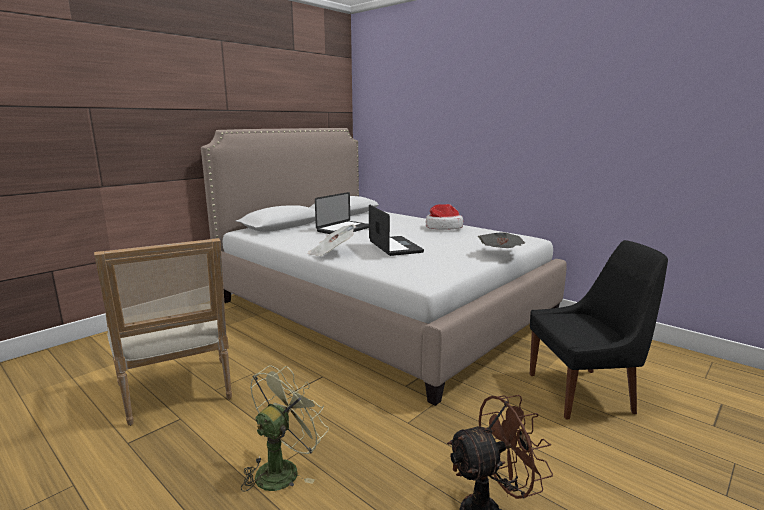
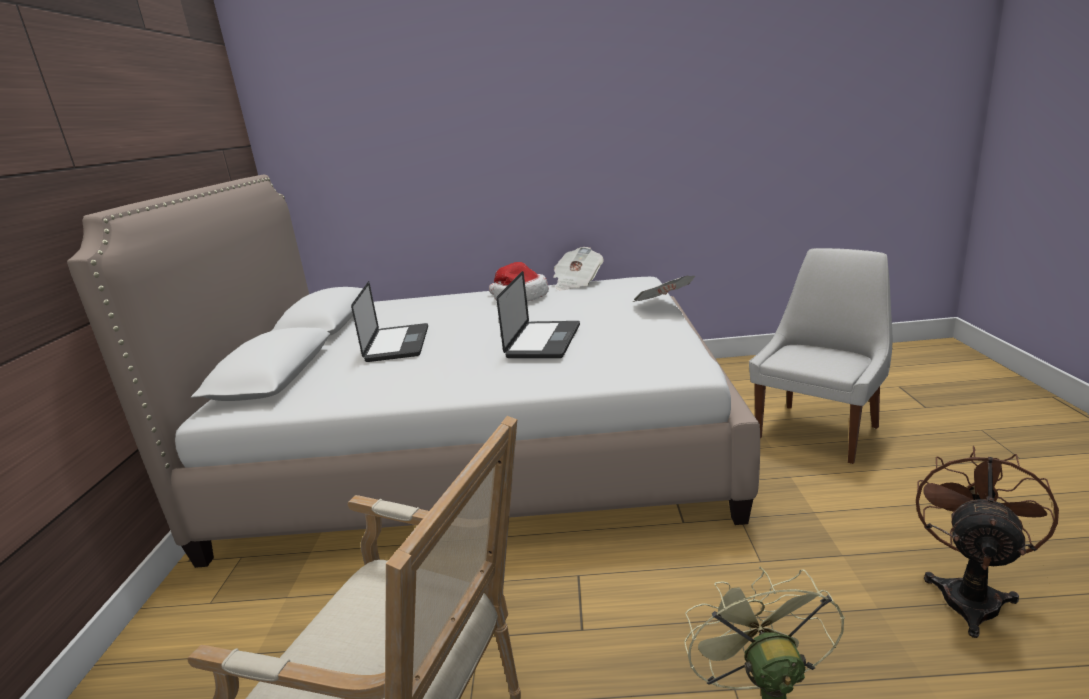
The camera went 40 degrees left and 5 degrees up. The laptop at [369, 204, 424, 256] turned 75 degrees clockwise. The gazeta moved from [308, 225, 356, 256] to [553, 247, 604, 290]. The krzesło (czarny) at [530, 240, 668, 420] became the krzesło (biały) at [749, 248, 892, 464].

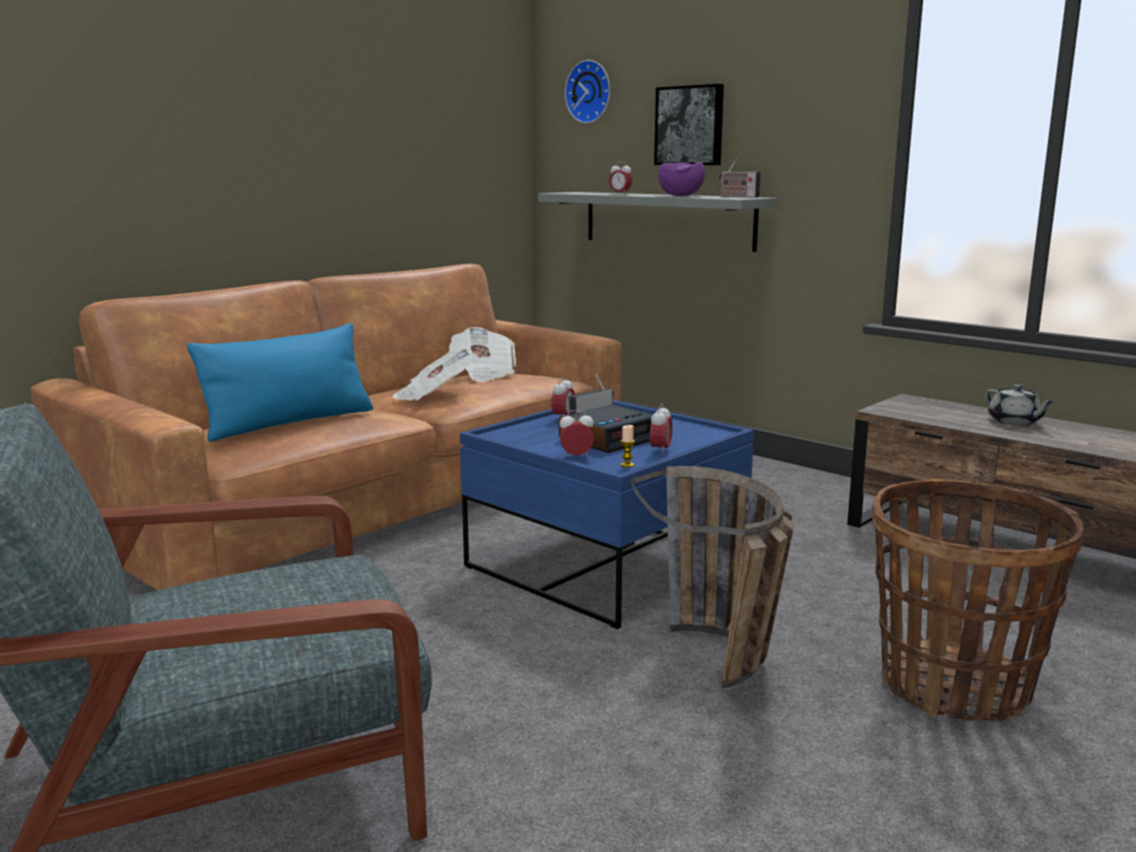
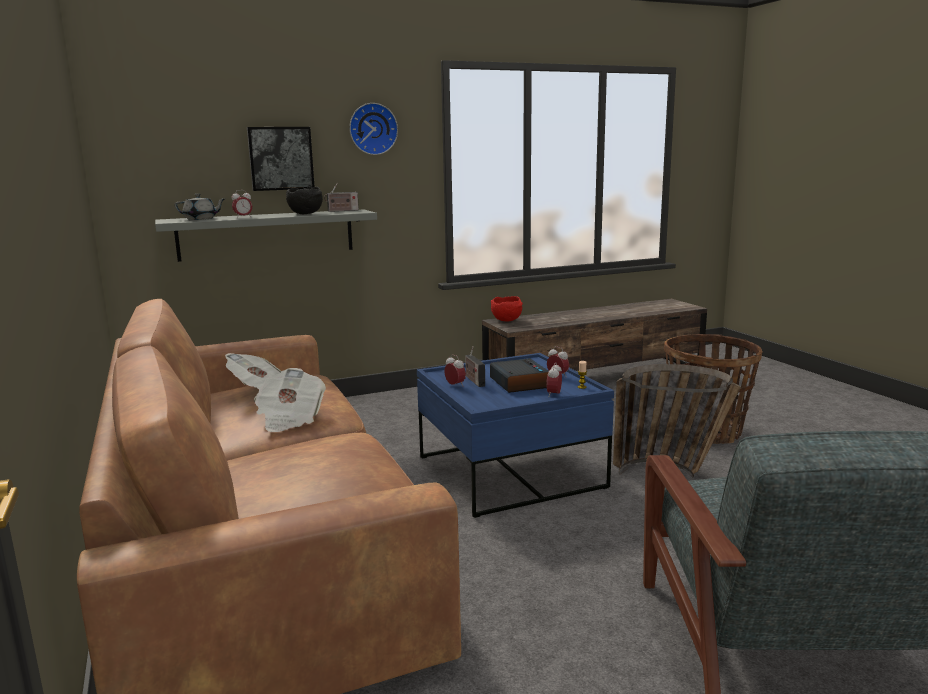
The camera went 65 degrees left and 0 degrees up. The zegar ścienny moved from [565, 60, 610, 123] to [349, 103, 398, 155]. The miska (fioletowy) at [658, 162, 705, 196] became the miska (czarny) at [286, 187, 323, 214]. The poduszka (niebieski) at [187, 323, 373, 442] disappeared. The imbryk (szary) moved from [985, 384, 1054, 426] to [174, 194, 224, 220]. The miska (czerwony) at [491, 296, 523, 321] appeared.

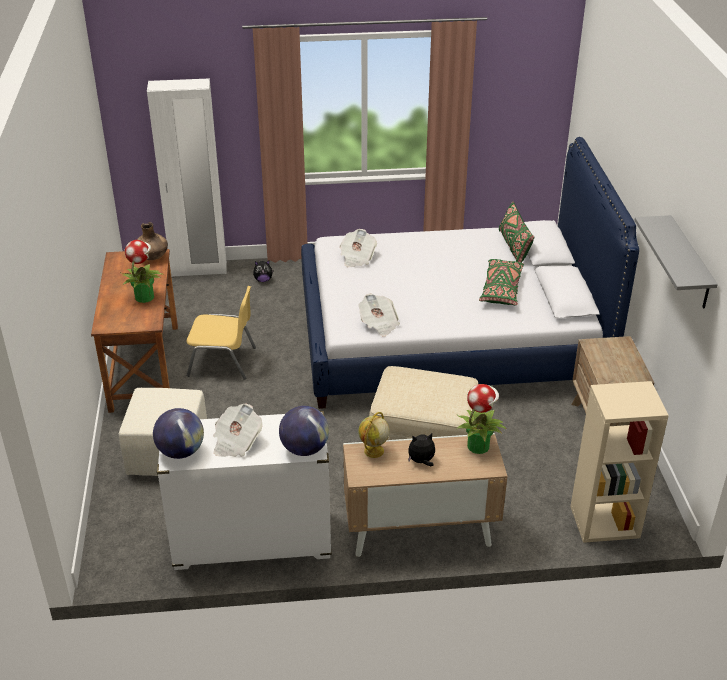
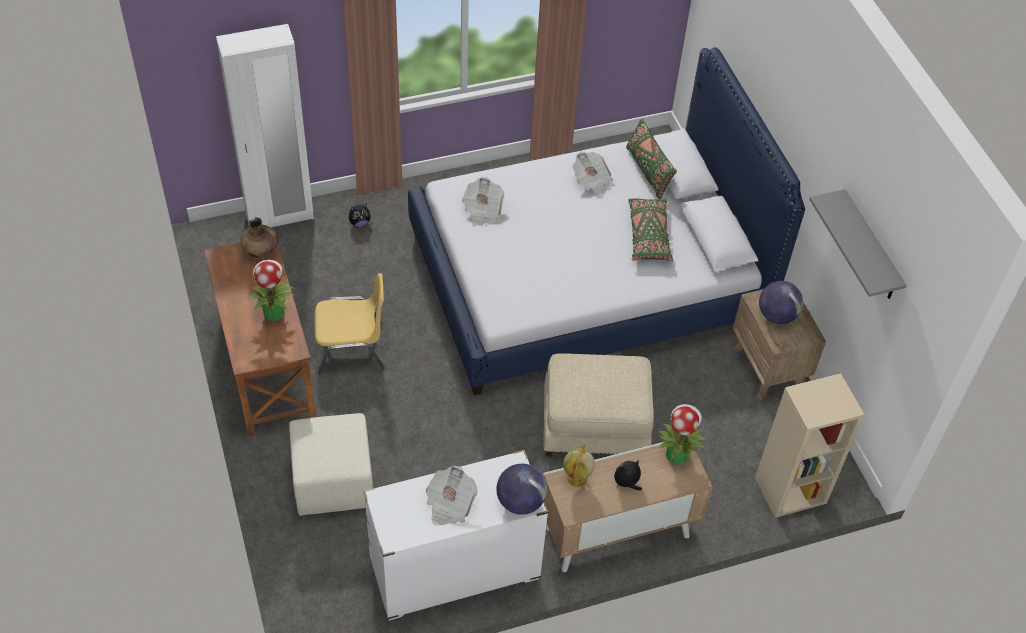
The camera went 15 degrees left and 15 degrees up. The gazeta moved from [358, 293, 400, 337] to [573, 151, 614, 196]. The globus moved from [153, 408, 204, 459] to [759, 281, 803, 324].

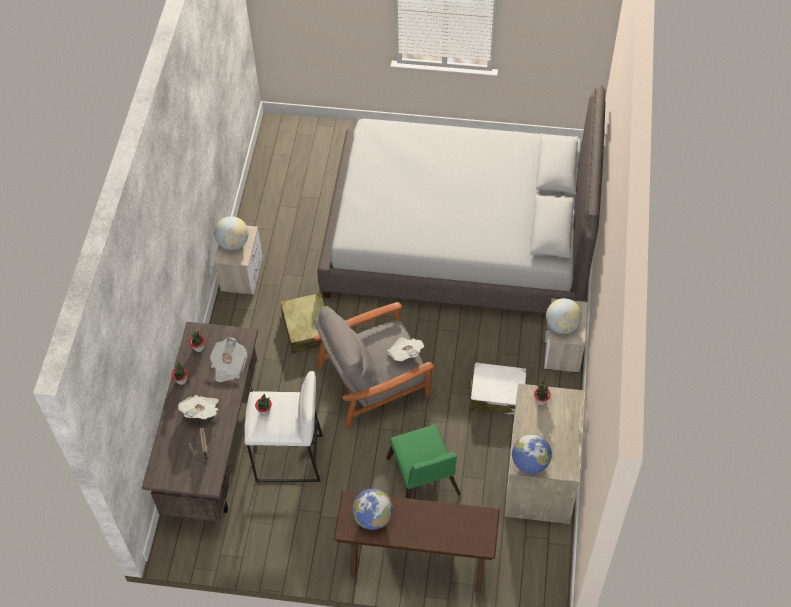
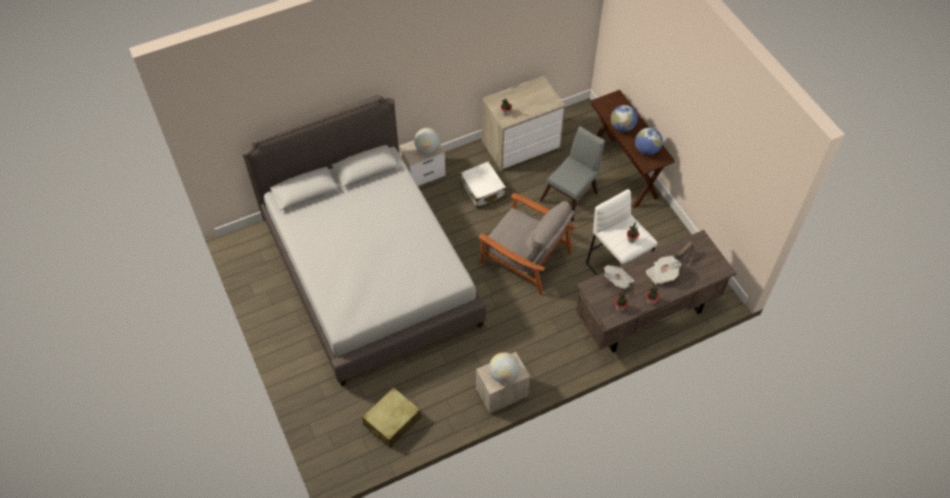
The camera went 125 degrees left and 0 degrees up. The walizka (beżowy) moved from [280, 293, 326, 354] to [362, 387, 421, 447]. The gazeta at [387, 337, 424, 361] disappeared. The krzesło (zielony) at [387, 424, 461, 499] became the krzesło (szary) at [539, 126, 605, 222]. The globus moved from [512, 434, 552, 474] to [611, 105, 638, 132].

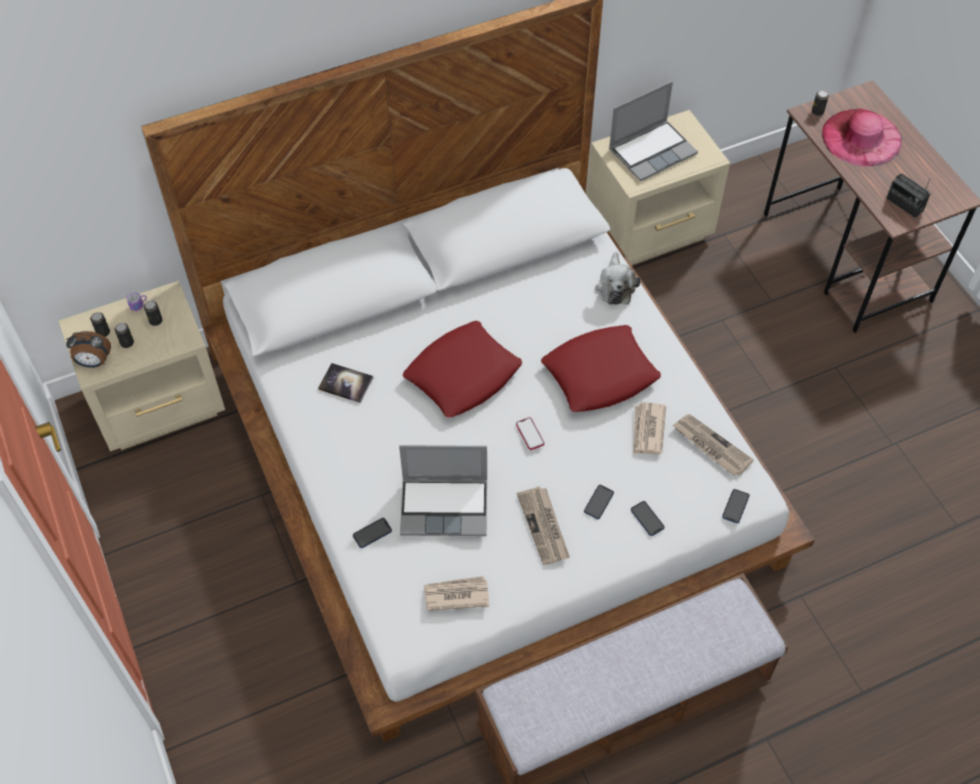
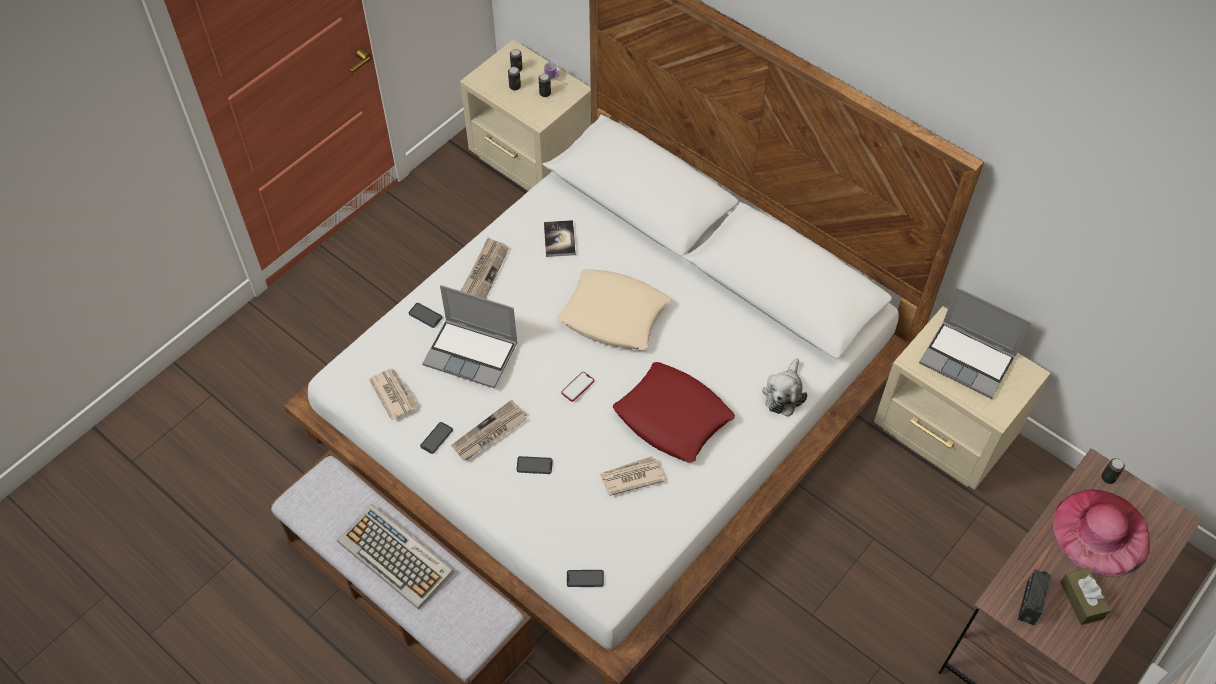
The camera went 65 degrees right and 0 degrees up. The pluszak at [595, 252, 640, 305] turned 45 degrees counterclockwise. The poduszka (czerwony) at [403, 321, 522, 418] became the poduszka (beżowy) at [557, 269, 671, 350]. The budzik at [66, 331, 111, 368] disappeared. The gazeta moved from [673, 414, 754, 476] to [461, 237, 509, 299]. The laptop at [399, 445, 487, 536] turned 45 degrees counterclockwise. The telefon moved from [631, 501, 664, 536] to [420, 422, 453, 454]. The klawiatura at [337, 504, 454, 610] appeared. The pudełko chusteczek (brązowy) at [1060, 568, 1111, 625] appeared.

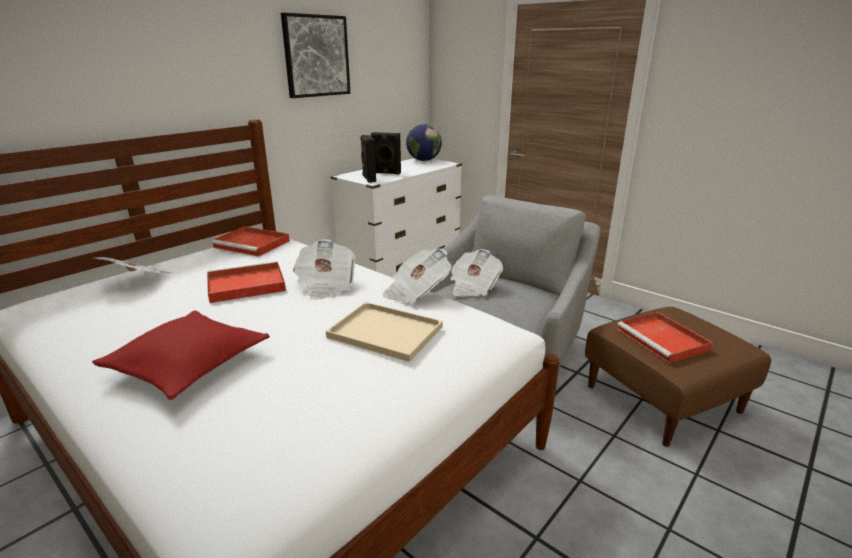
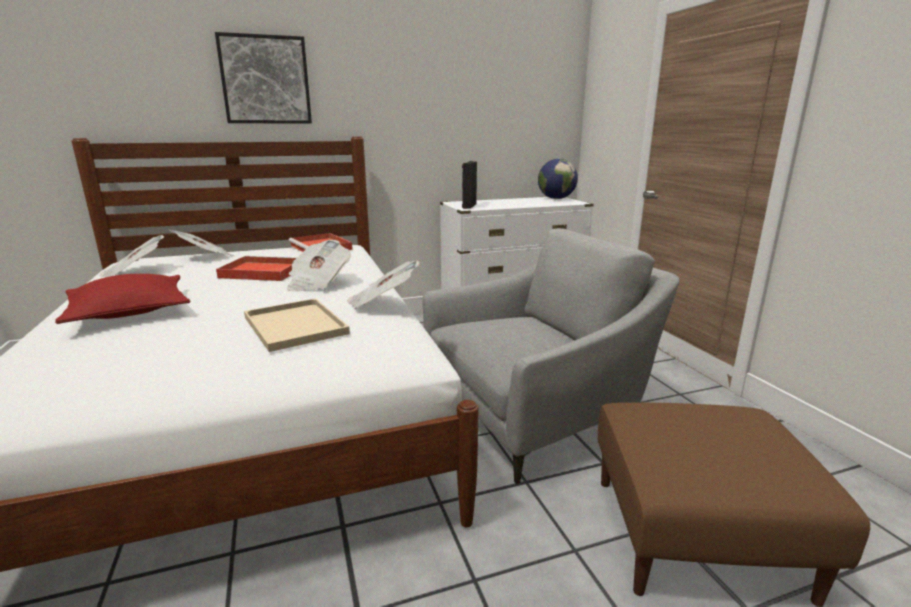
The camera went 30 degrees right and 5 degrees down. The obraz moved from [281, 13, 350, 98] to [215, 32, 312, 123]. The głośnik (czarny) at [371, 132, 401, 175] disappeared. The gazeta moved from [450, 249, 503, 297] to [99, 235, 164, 277]. The taca (czerwony) at [617, 312, 713, 363] disappeared.

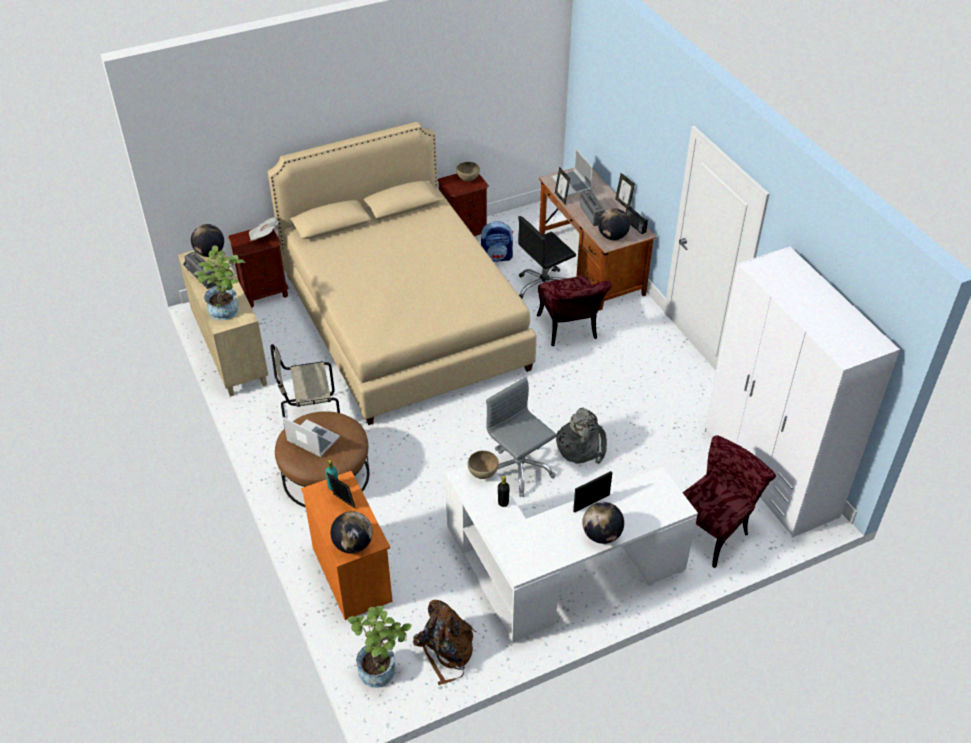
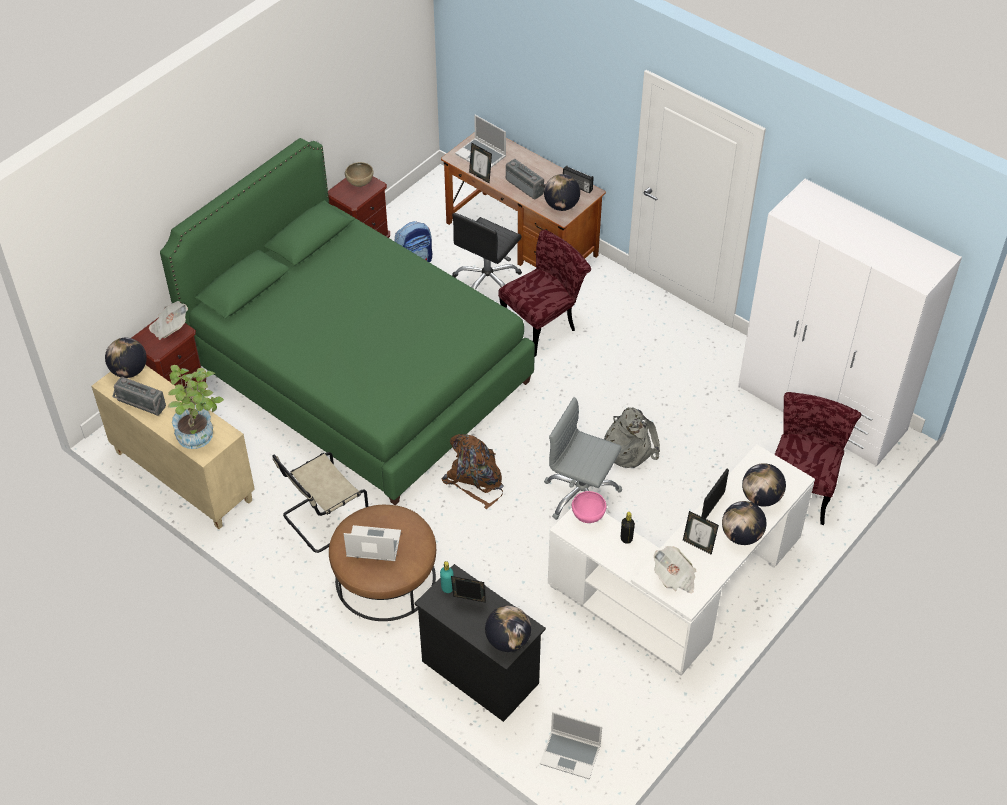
The camera went 25 degrees left and 5 degrees up. The łóżko (beżowy) at [268, 122, 537, 425] became the łóżko (zielony) at [160, 138, 535, 505]. The ramka na zdjęcie moved from [615, 173, 635, 208] to [683, 511, 719, 555]. The krzesło (czerwony) at [537, 276, 612, 346] turned 90 degrees counterclockwise. The miska (brązowy) at [467, 451, 499, 479] became the miska (różowy) at [572, 491, 606, 523]. The komoda (pomarańczowy) at [301, 471, 393, 620] became the komoda (czarny) at [414, 564, 546, 722]. The plecak (brązowy) moved from [413, 600, 476, 685] to [441, 434, 504, 509]. The roślina doniczkowa at [348, 606, 411, 688] was replaced by the laptop at [540, 712, 602, 779]. The globus at [742, 463, 786, 507] appeared. The gazeta at [654, 546, 696, 593] appeared.

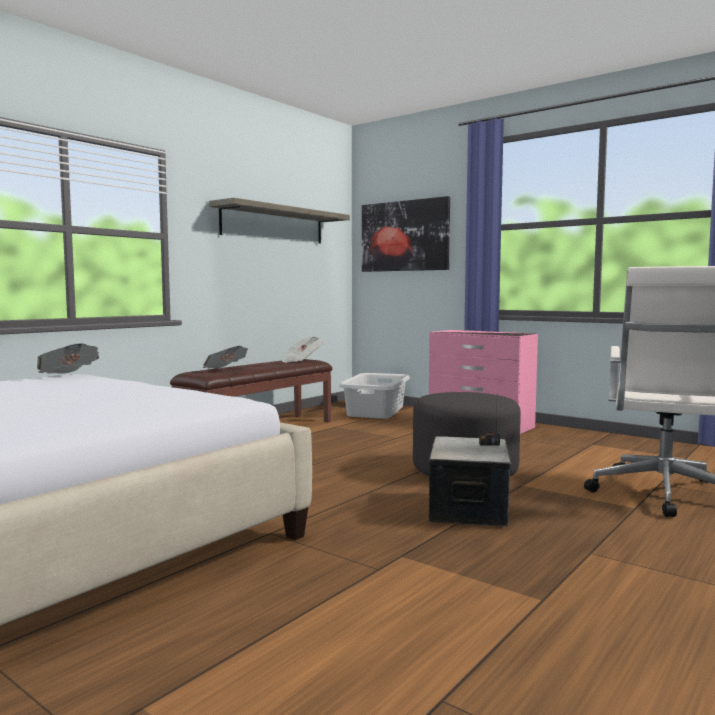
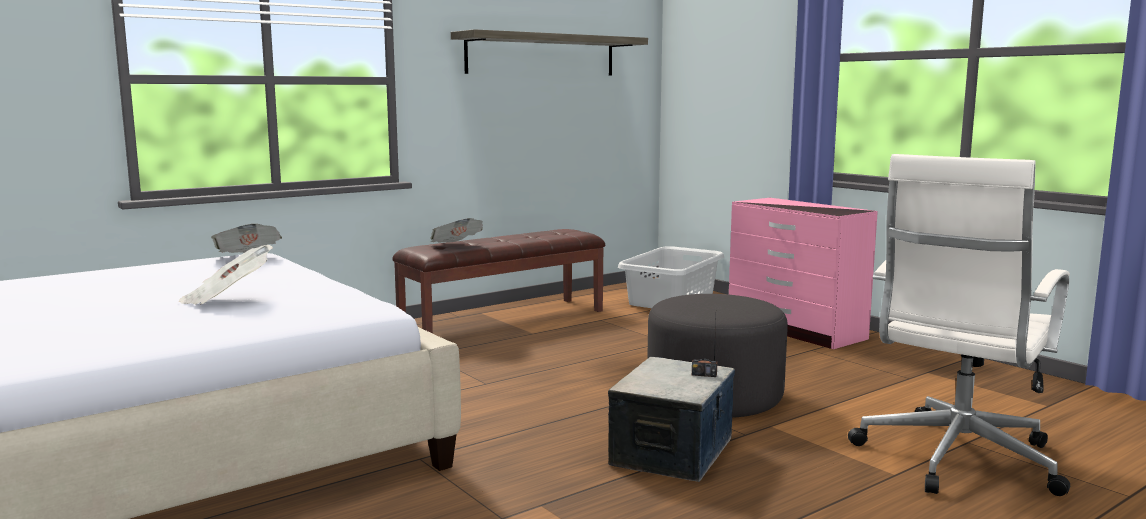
The camera went 15 degrees right and 5 degrees up. The obraz at [362, 196, 450, 272] disappeared. The gazeta moved from [282, 337, 323, 362] to [178, 245, 273, 305].

